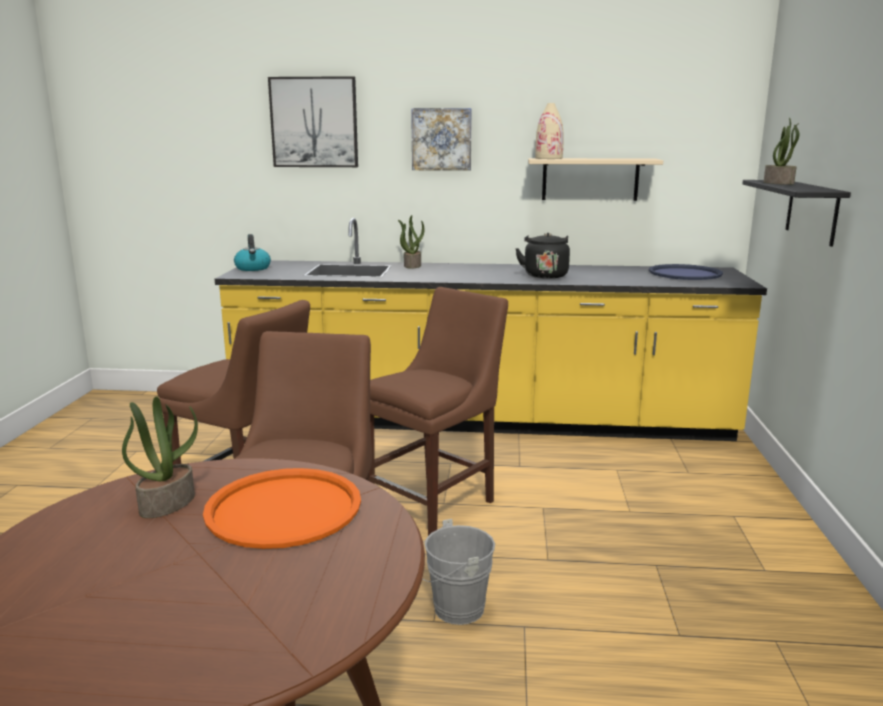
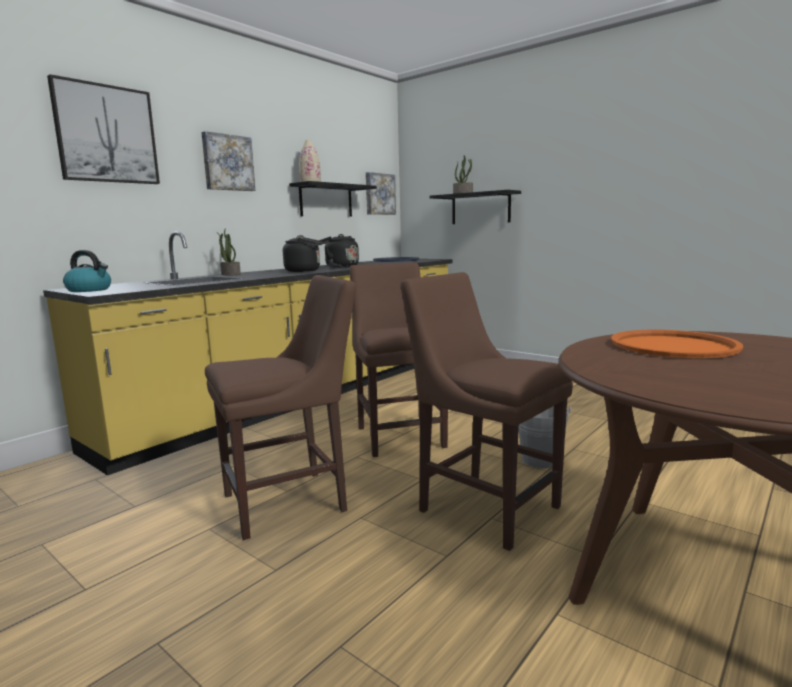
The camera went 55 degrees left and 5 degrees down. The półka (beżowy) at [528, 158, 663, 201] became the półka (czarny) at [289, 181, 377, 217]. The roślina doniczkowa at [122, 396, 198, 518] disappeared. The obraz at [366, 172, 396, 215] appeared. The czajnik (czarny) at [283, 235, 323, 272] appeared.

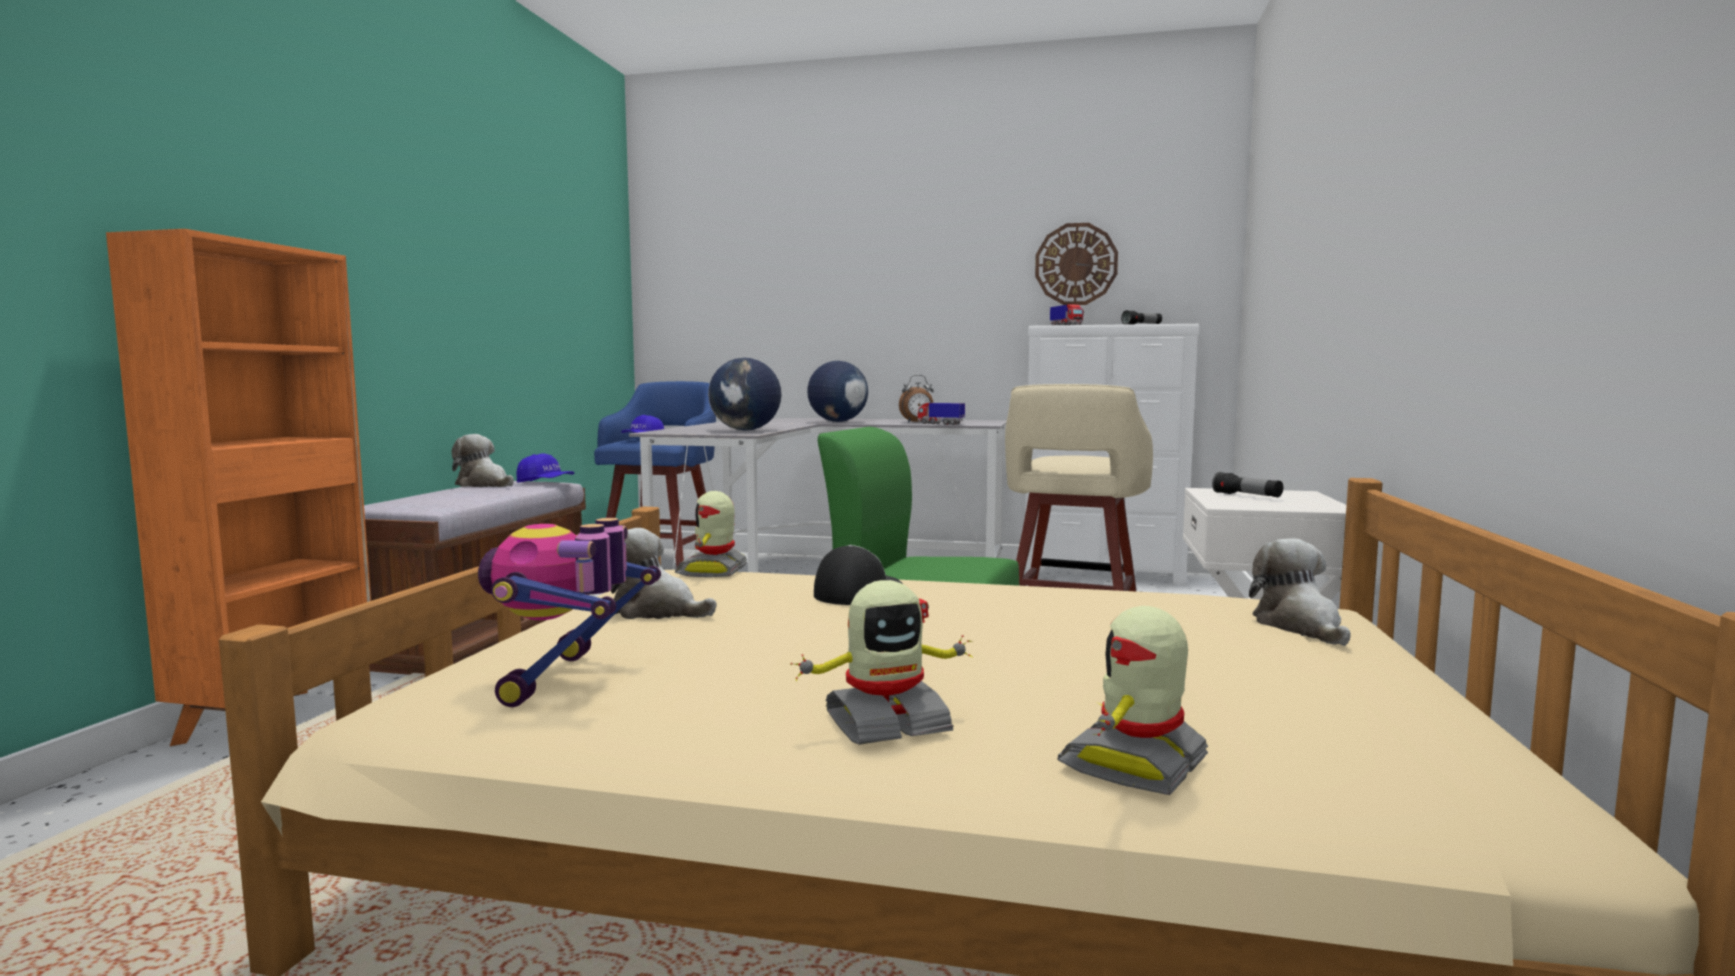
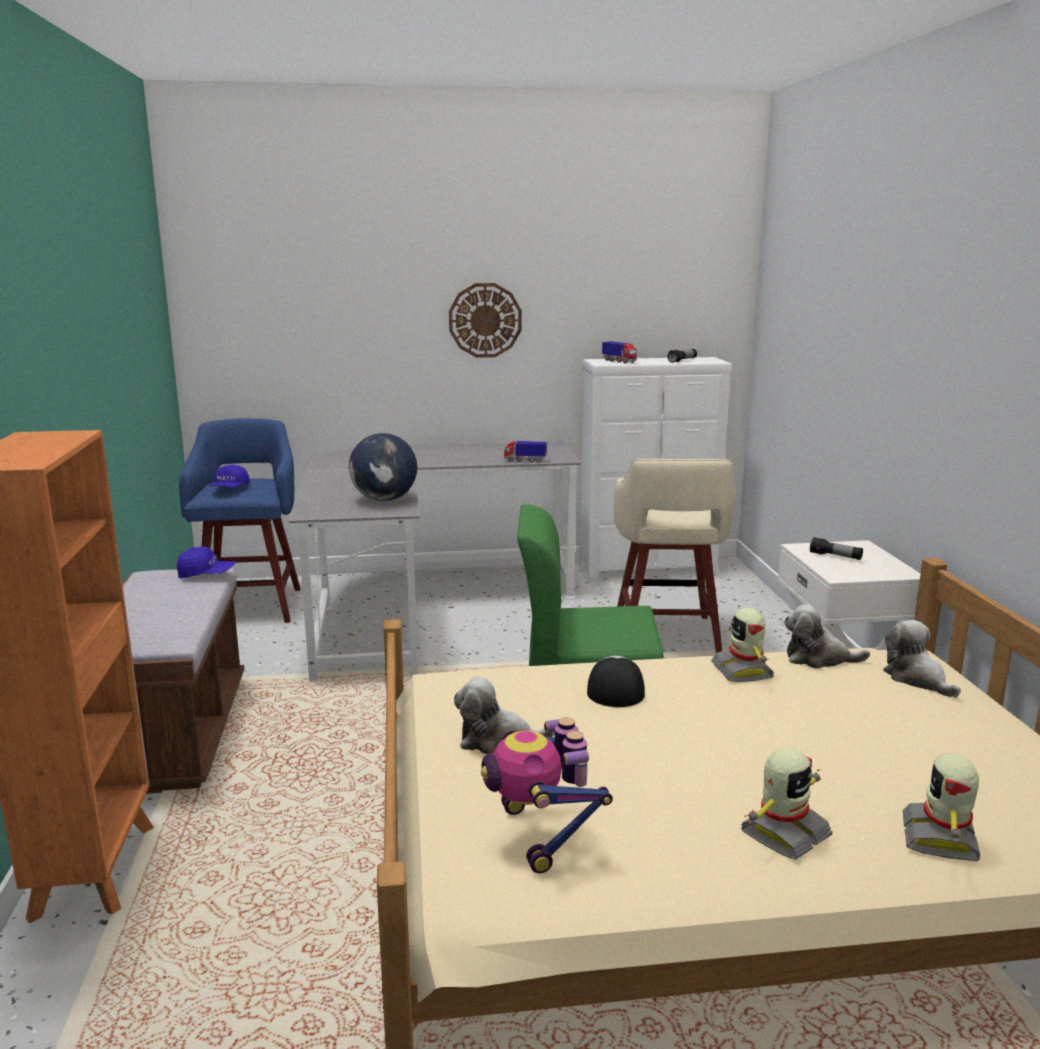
The camera went 20 degrees left and 10 degrees up. The zegar ścienny moved from [1035, 223, 1118, 305] to [449, 283, 522, 358]. The globus at [807, 361, 868, 422] disappeared. The budzik at [899, 375, 934, 422] disappeared. The pluszak moved from [452, 434, 514, 487] to [784, 605, 870, 669]. The robot zabawkowy moved from [675, 491, 747, 577] to [711, 608, 774, 682].

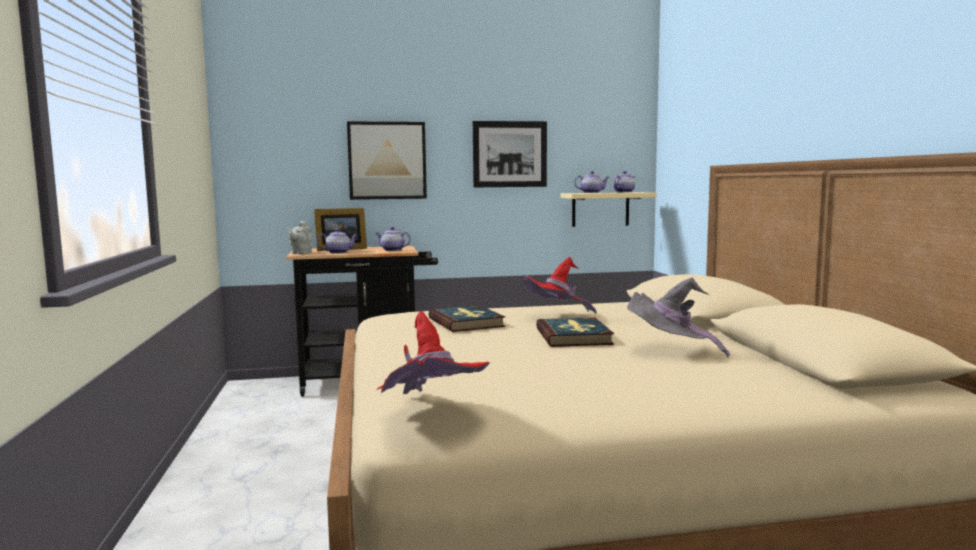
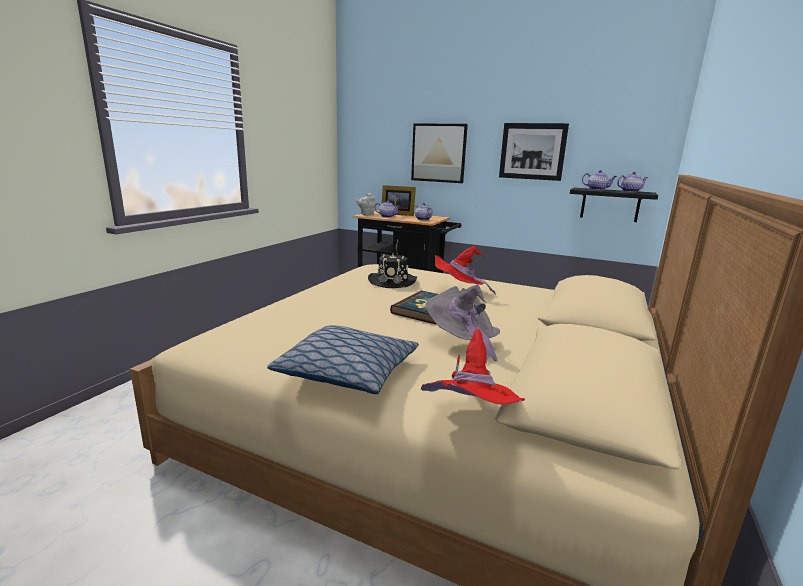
The camera went 35 degrees right and 10 degrees up. The półka (beżowy) at [560, 192, 657, 227] became the półka (czarny) at [570, 188, 658, 222]. The książka at [428, 305, 505, 332] was replaced by the kapelusz (czarny) at [368, 253, 417, 288]. The kapelusz (czerwony) moved from [376, 311, 490, 394] to [421, 329, 525, 405]. The poduszka at [267, 325, 419, 394] appeared.

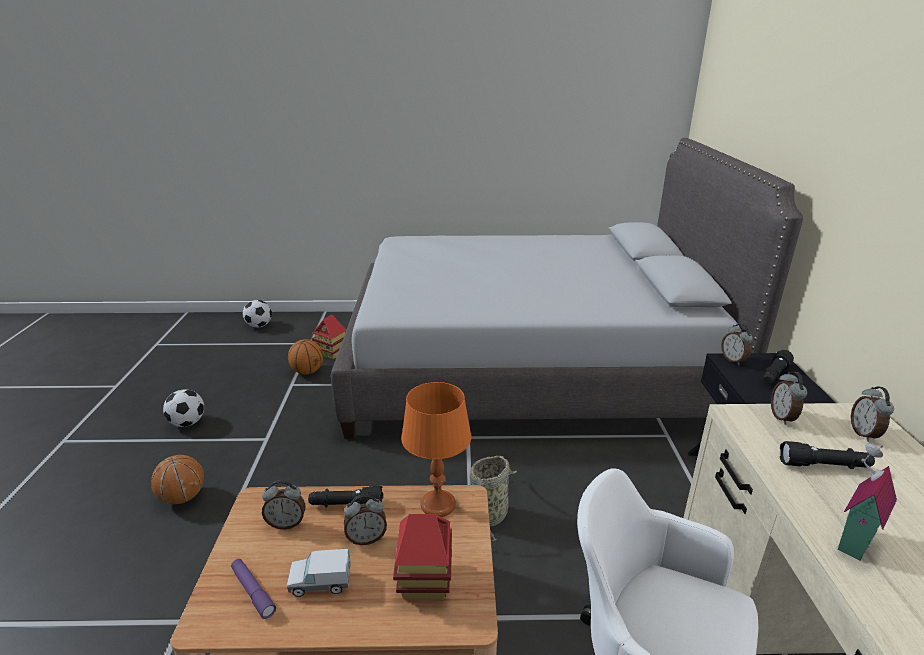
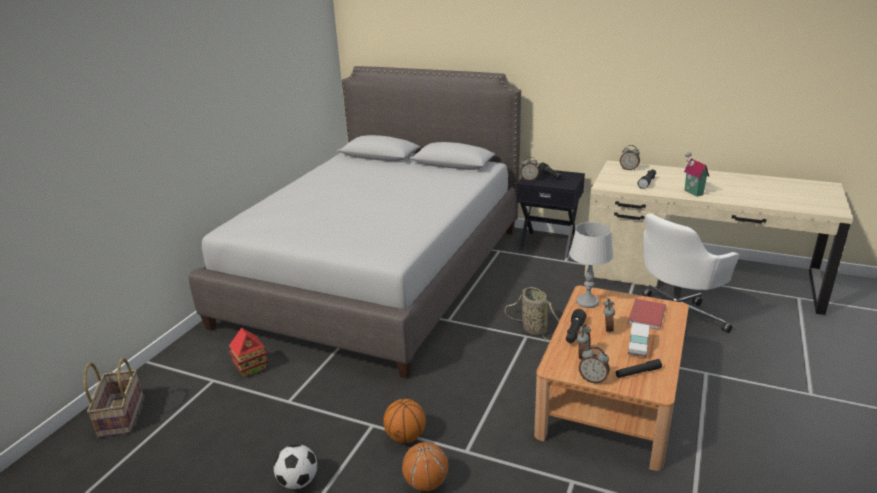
The camera went 65 degrees left and 0 degrees up. The piłka futbolowa at [243, 300, 272, 328] was replaced by the koszyk at [83, 358, 143, 438]. The piłka do koszykówki moved from [288, 339, 324, 375] to [383, 399, 426, 443]. The budzik moved from [771, 372, 807, 425] to [579, 347, 610, 384]. The lampa stołowa (pomarańczowy) at [401, 382, 471, 517] became the lampa stołowa (szary) at [570, 222, 613, 308]. The domek at [393, 514, 452, 600] was replaced by the książka (czerwony) at [628, 299, 666, 330]. The latarka (fioletowy) at [231, 559, 276, 619] became the latarka (czarny) at [616, 359, 662, 378].

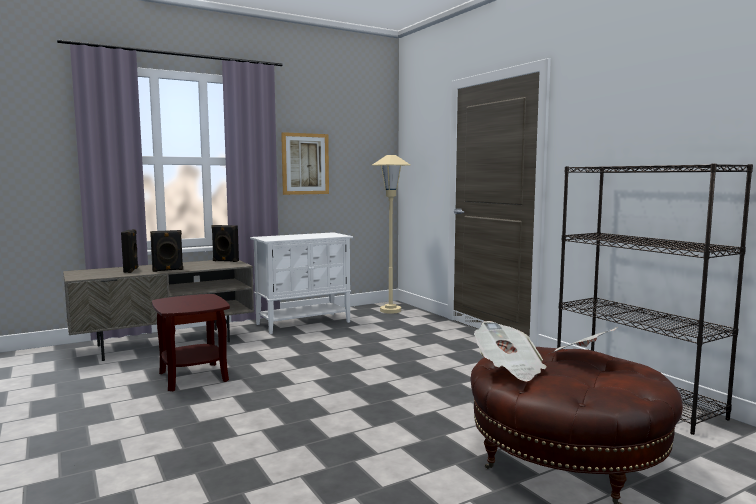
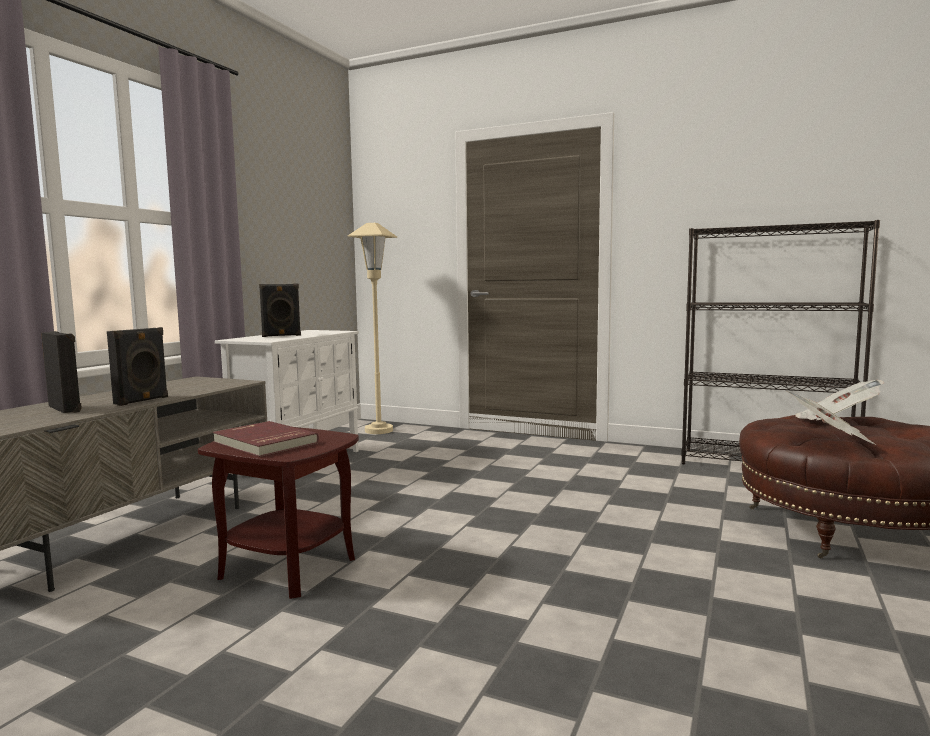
The camera went 35 degrees left and 0 degrees up. The obraz at [281, 132, 329, 195] disappeared. The głośnik (czarny) moved from [211, 225, 239, 262] to [259, 284, 301, 337]. The książka (czerwony) at [213, 421, 319, 457] appeared.

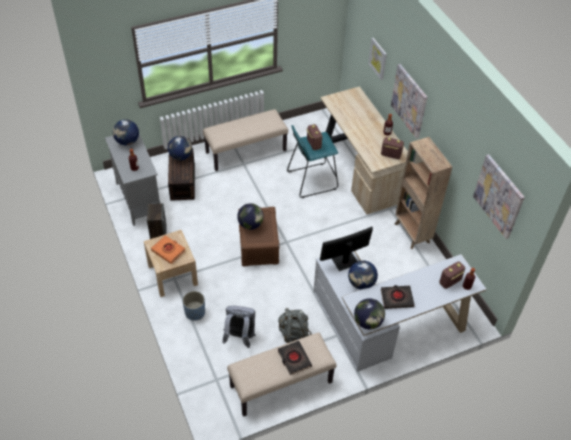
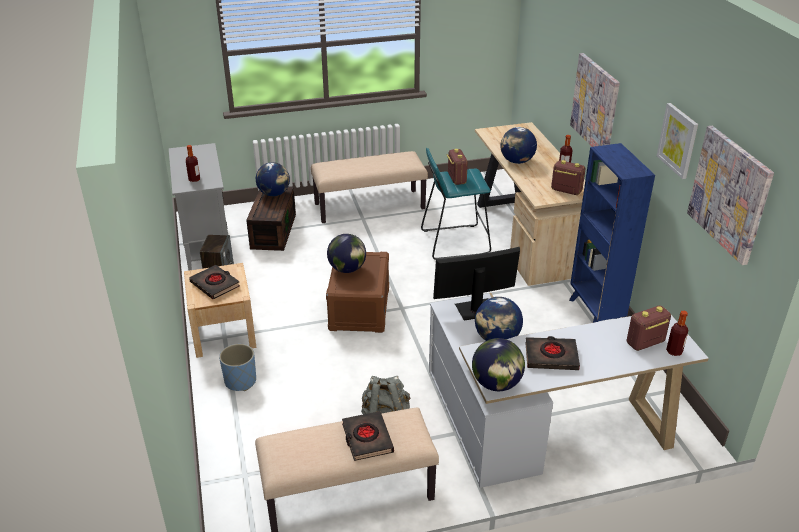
The camera went 10 degrees right and 15 degrees down. The obraz moved from [368, 38, 387, 80] to [657, 103, 698, 179]. The globus moved from [113, 119, 139, 145] to [500, 127, 537, 164]. The regał (brązowy) at [394, 137, 452, 249] became the regał (niebieski) at [569, 143, 655, 323]. The książka (pomarańczowy) at [151, 235, 186, 264] became the książka (czarny) at [189, 265, 240, 299]. The plecak (szary) at [222, 305, 256, 348] disappeared.

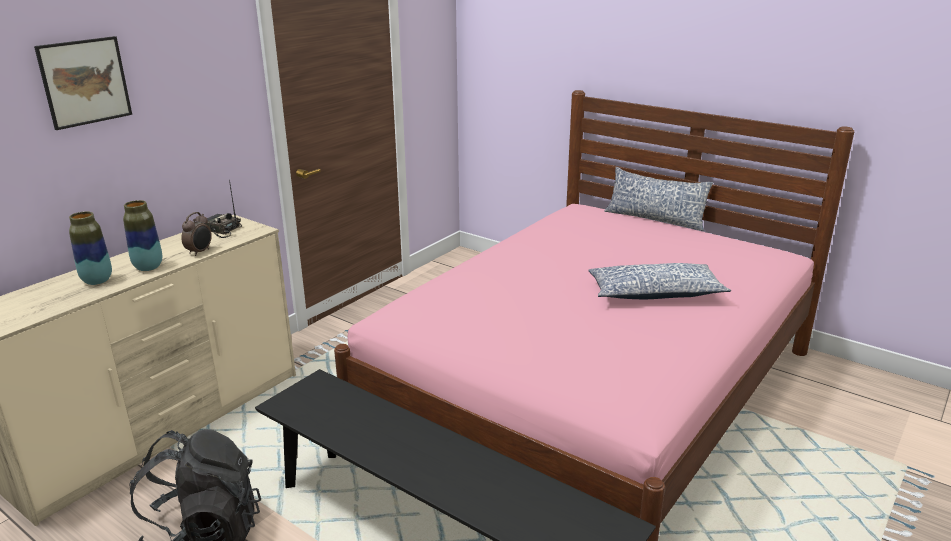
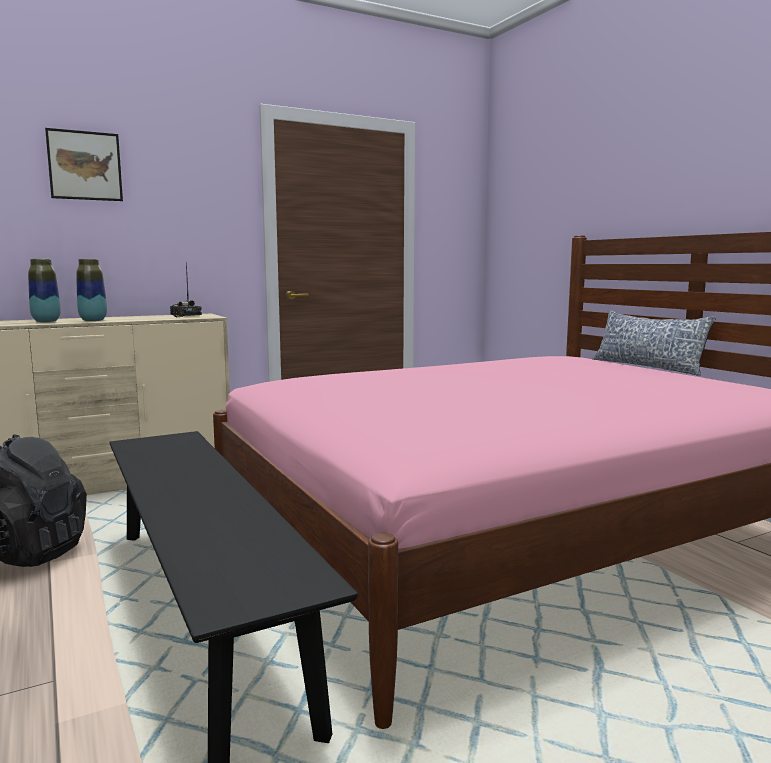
The camera went 25 degrees right and 15 degrees down. The budzik at [181, 212, 212, 256] disappeared. The poduszka at [588, 263, 731, 299] disappeared.

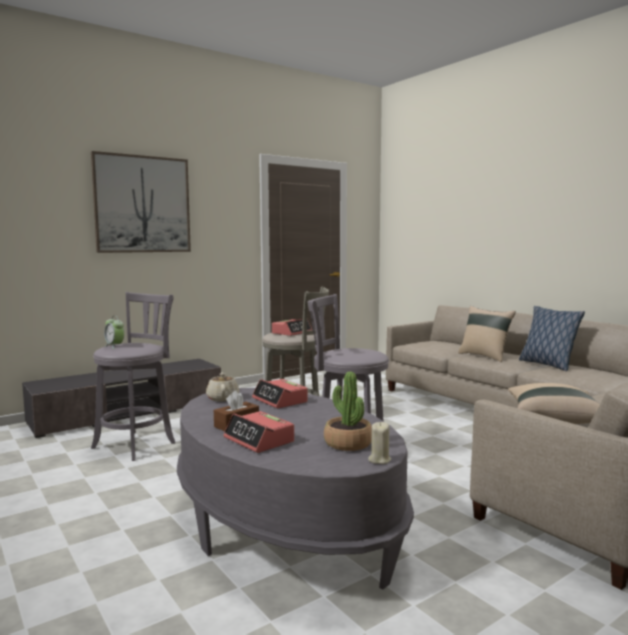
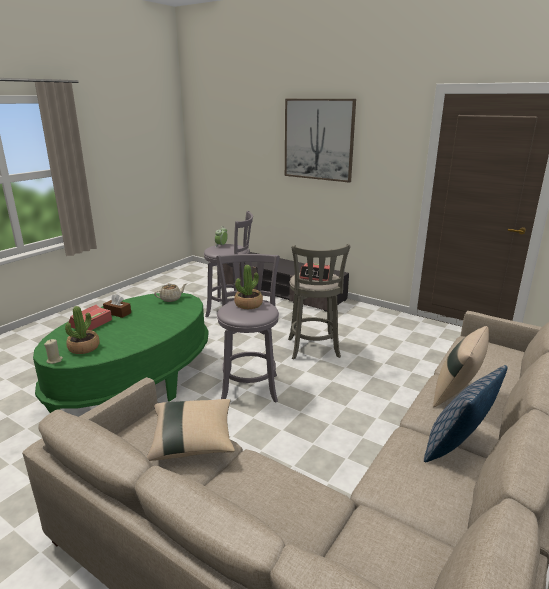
The camera went 70 degrees right and 15 degrees up. The budzik at [252, 379, 308, 408] disappeared. The ława (szary) at [177, 388, 414, 589] became the ława (zielony) at [33, 293, 209, 413]. The roślina doniczkowa at [234, 265, 263, 309] appeared.

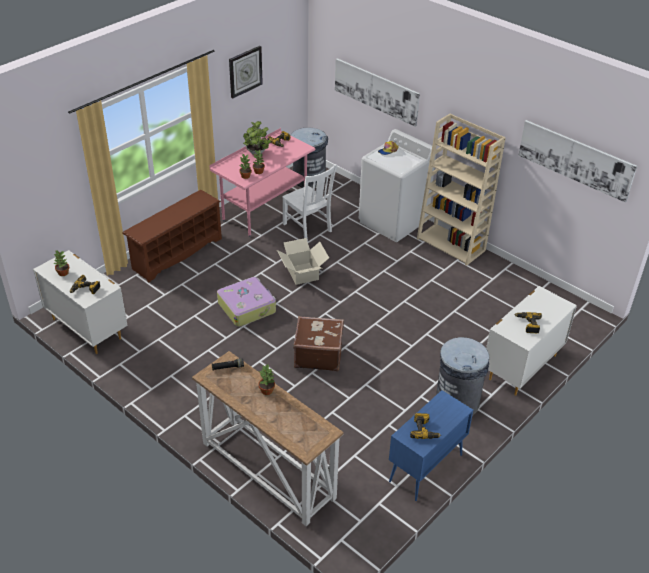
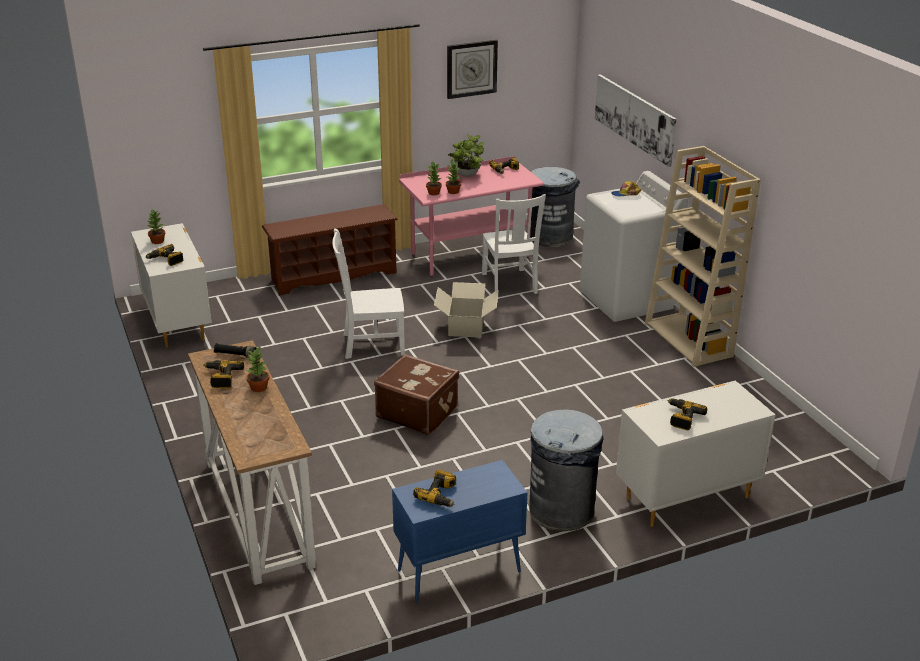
The camera went 25 degrees right and 10 degrees down. The obraz at [518, 120, 637, 203] disappeared. The walizka at [217, 277, 276, 327] was replaced by the krzesło (biały) at [332, 229, 405, 359]. The wiertarka at [203, 360, 244, 388] appeared.

